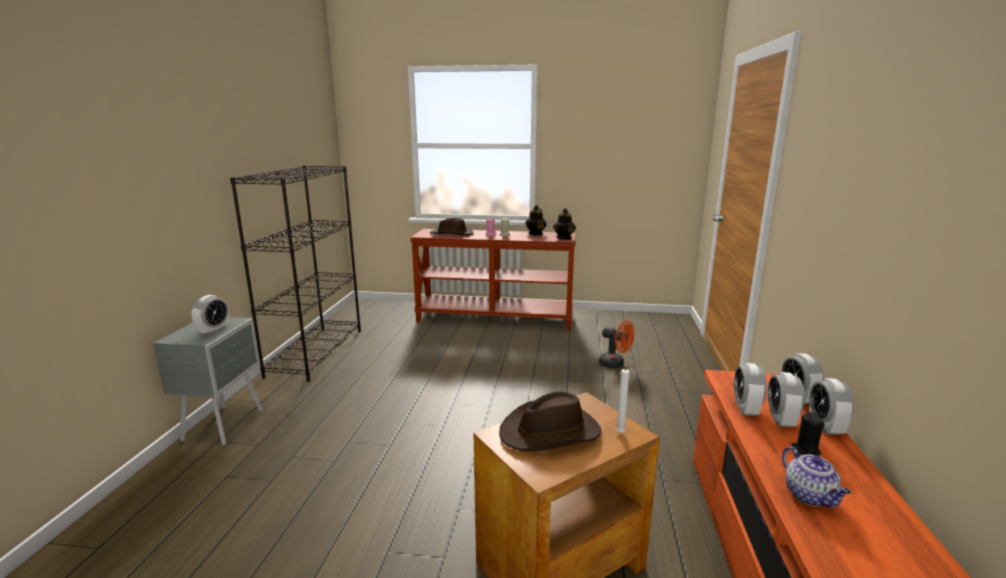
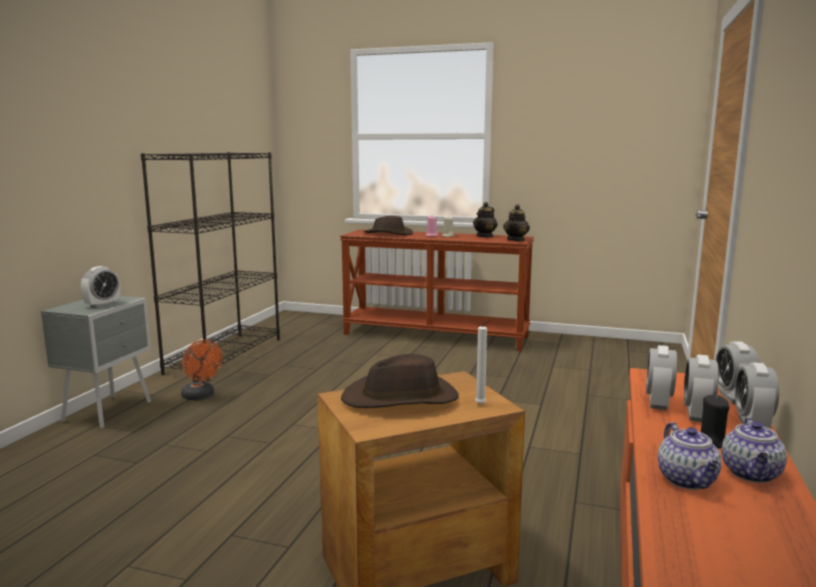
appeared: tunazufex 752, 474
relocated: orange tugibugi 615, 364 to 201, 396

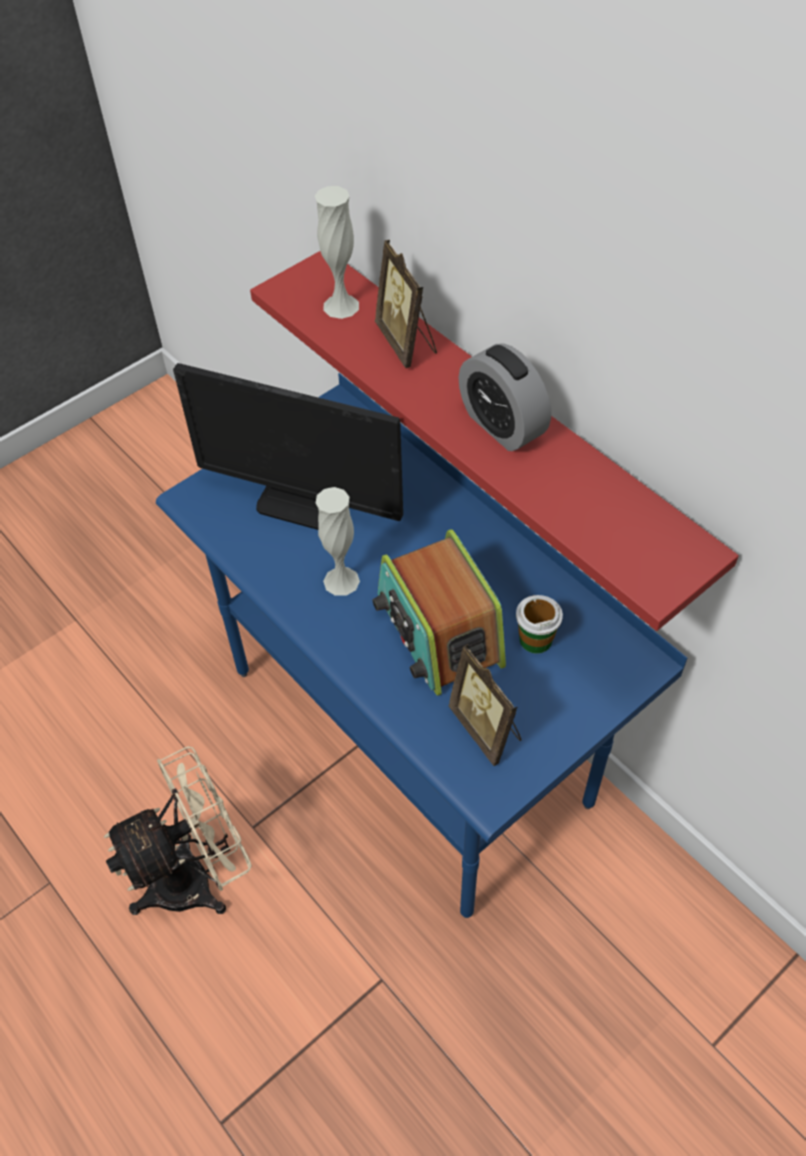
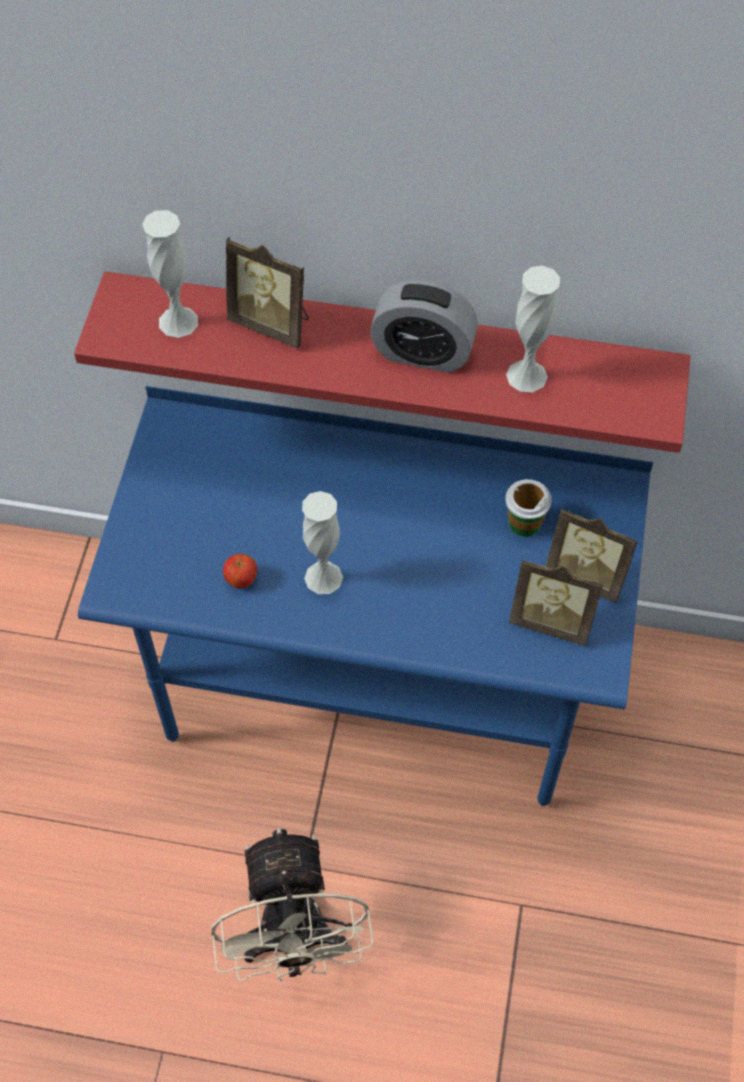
missing: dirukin 304, 502; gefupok 438, 630
appeared: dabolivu 241, 579; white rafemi 526, 376; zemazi 586, 575
spun: beige tugibugi 197, 877 = 294, 943 150 degrees clockwise

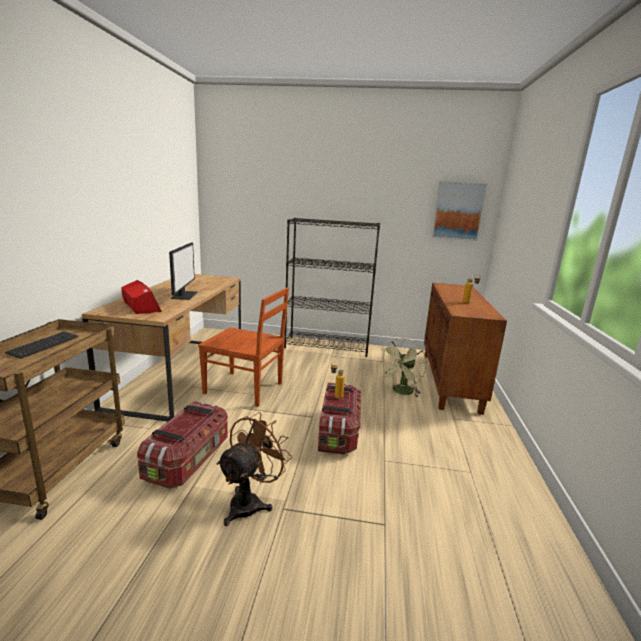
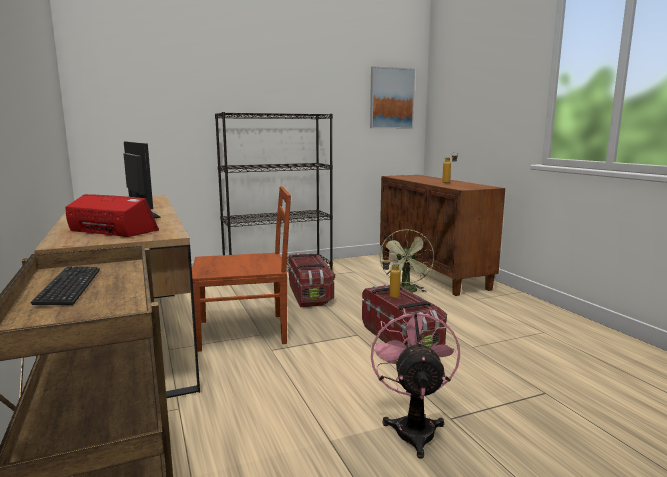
relocated: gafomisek 189, 460 to 310, 294
colour: brown tugibugi 250, 502 to pink tugibugi 413, 427

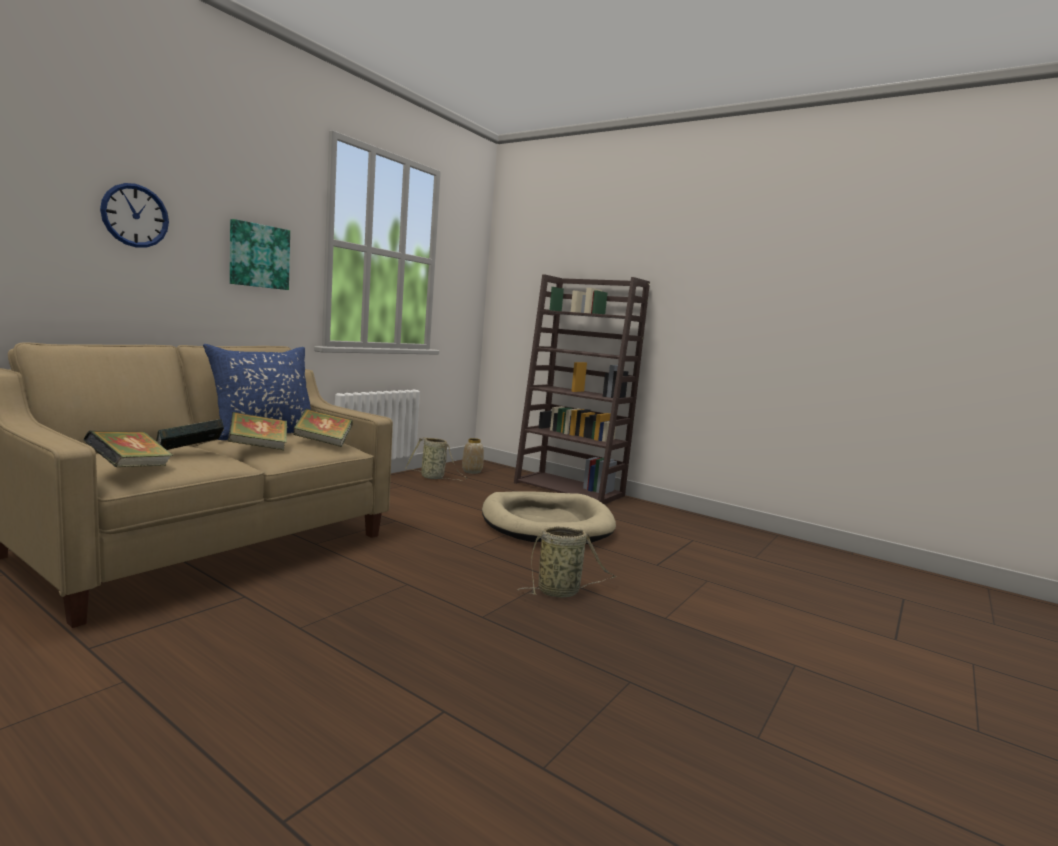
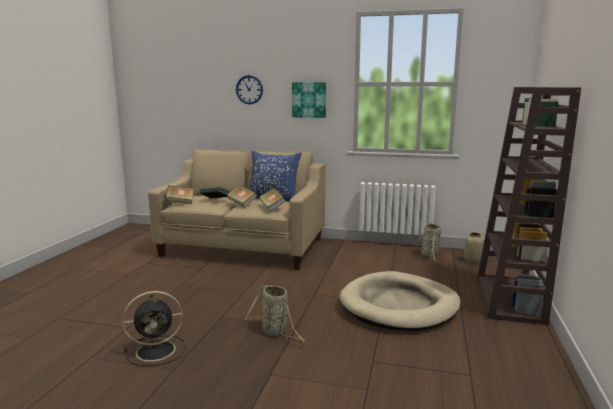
appeared: black tugibugi 158, 350

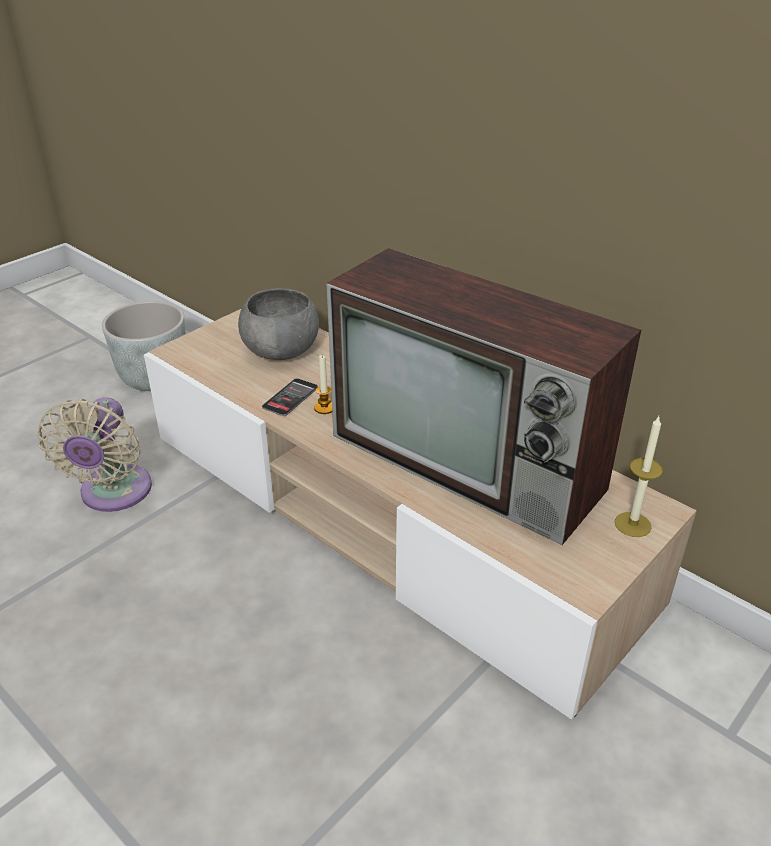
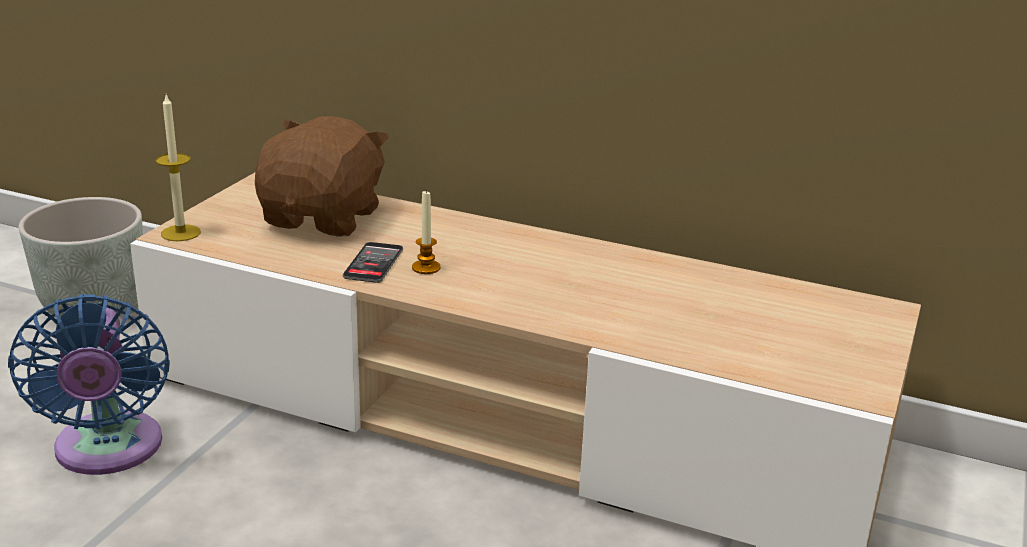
missing: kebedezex 471, 463
relocated: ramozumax 632, 524 to 180, 233
exchanged: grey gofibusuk 280, 351 to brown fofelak 324, 218
colour: beige tugibugi 113, 494 to blue tugibugi 108, 451

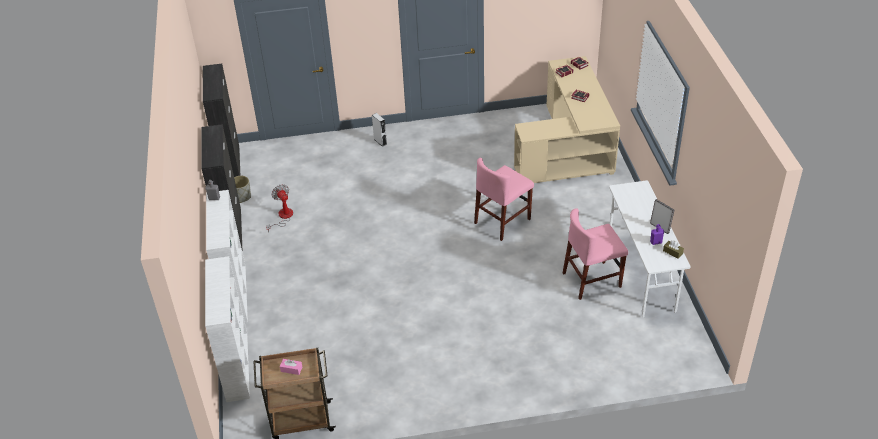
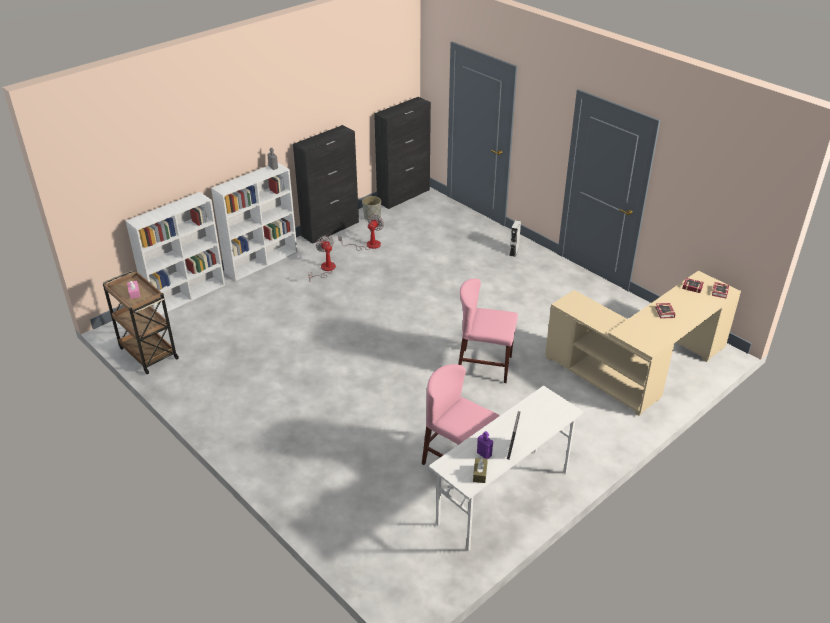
appeared: tugibugi 325, 269

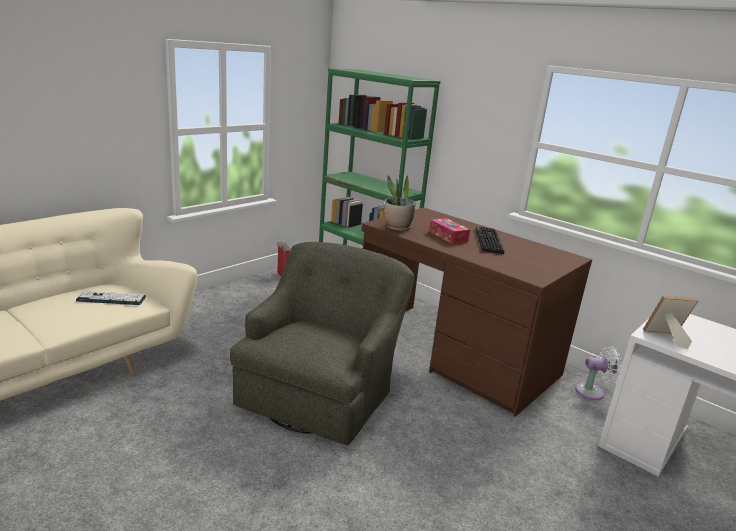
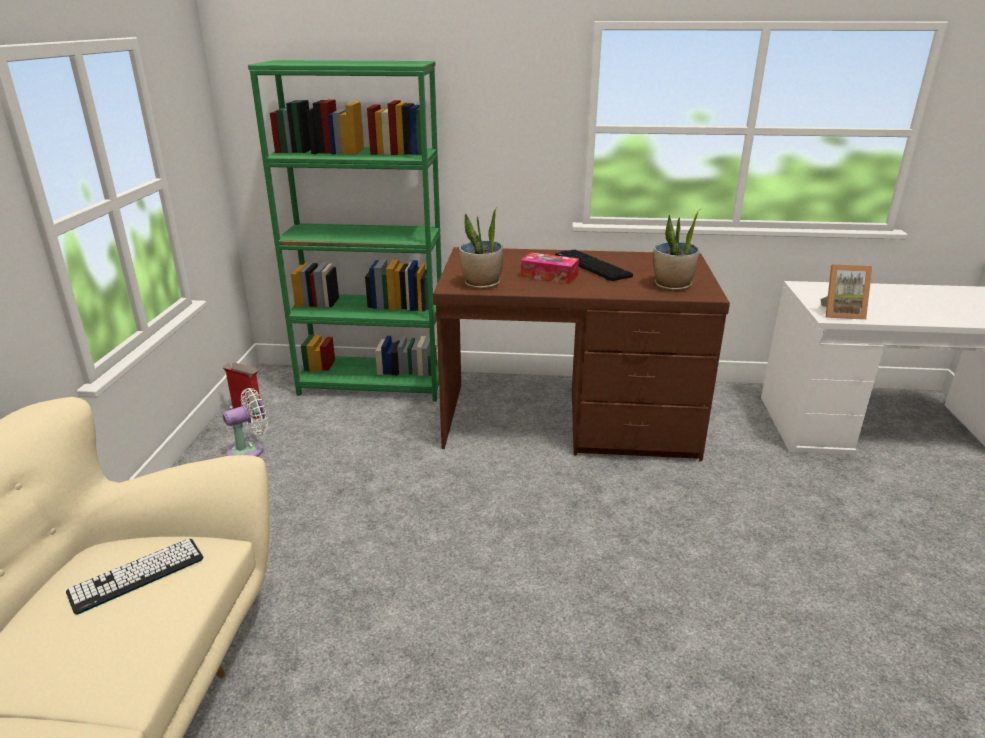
missing: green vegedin 321, 392
appeared: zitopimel 672, 286
relocated: white tugibugi 593, 392 to 249, 450
spun: zemazi 665, 338 = 841, 313 135 degrees counterclockwise

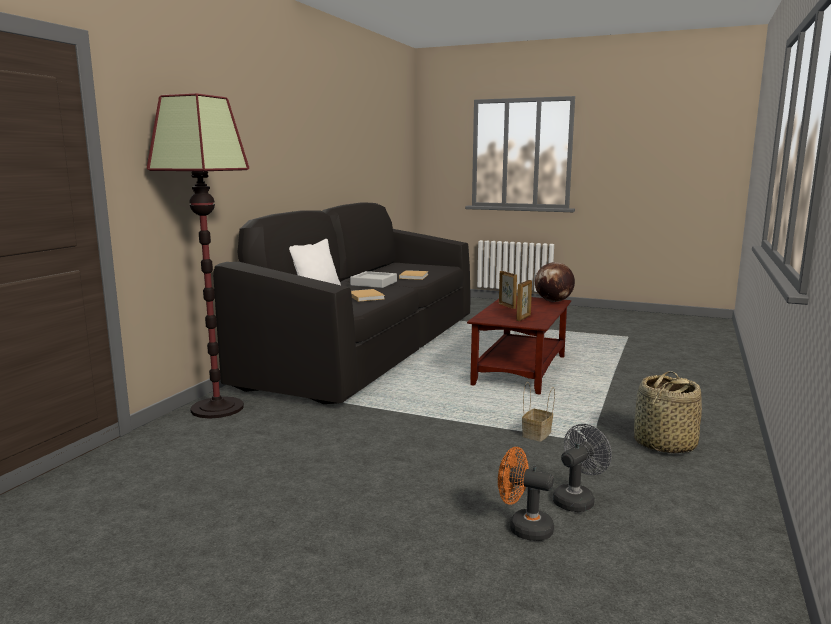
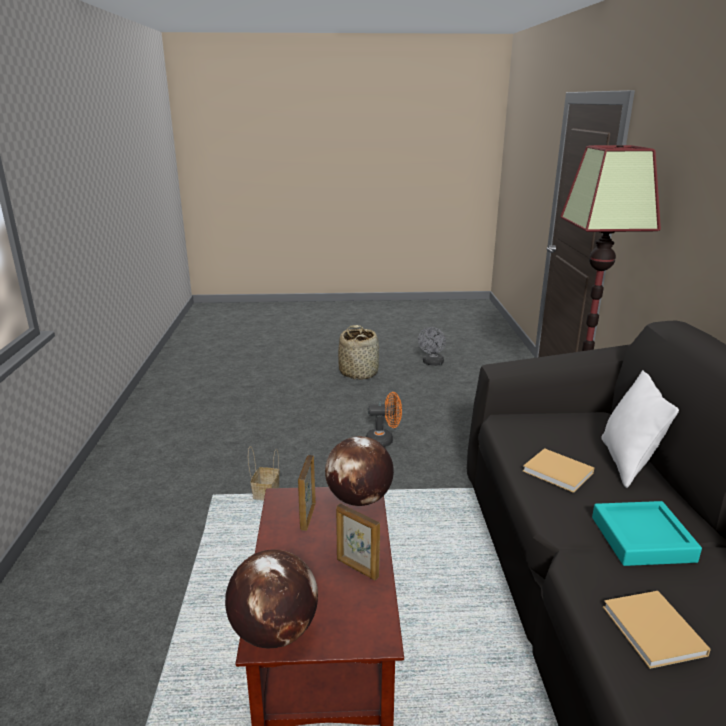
appeared: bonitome 359, 500
relocated: orange tugibugi 523, 528 to 384, 440; grey tugibugi 577, 499 to 432, 363; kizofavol 663, 444 to 359, 372
colour: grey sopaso 374, 283 to turquoise sopaso 642, 539

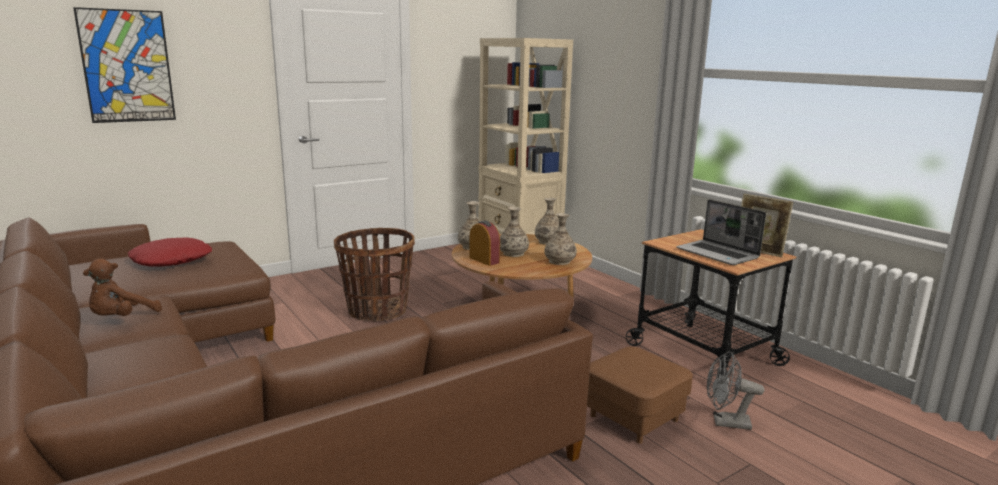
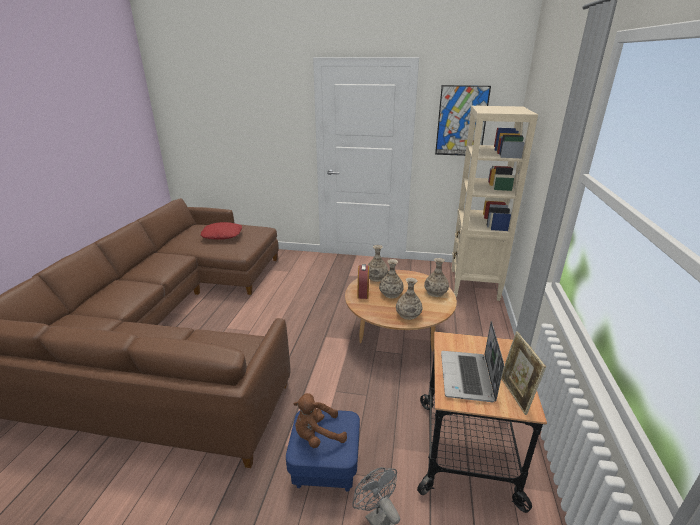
missing: kizofavol 377, 311
relocated: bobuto 127, 66 to 461, 121; brown fofelak 121, 318 to 317, 435
colour: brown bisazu 634, 418 to blue bisazu 325, 466

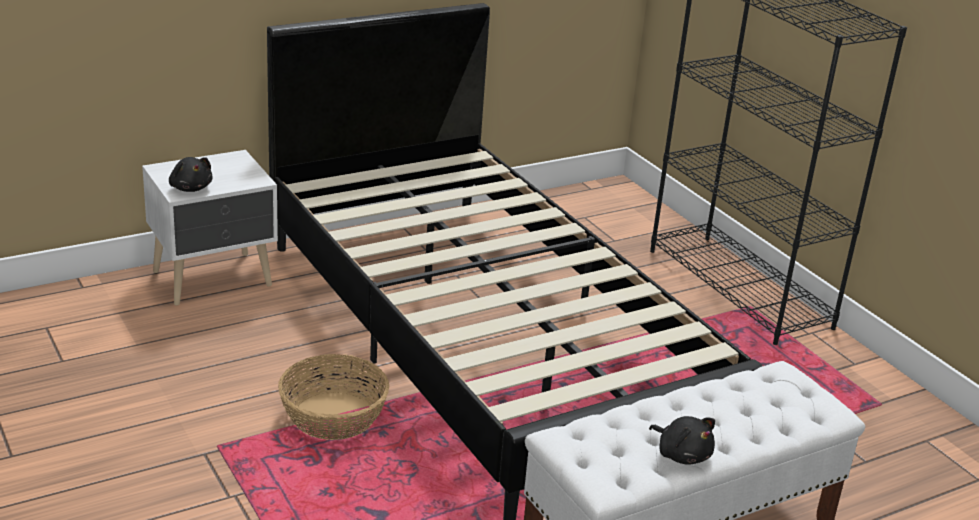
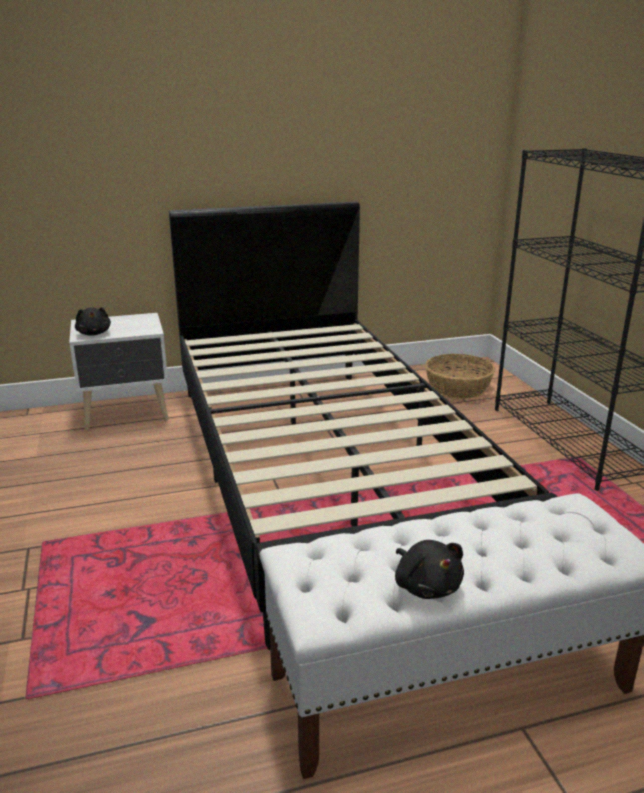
relocated: kizofavol 333, 416 to 457, 388

